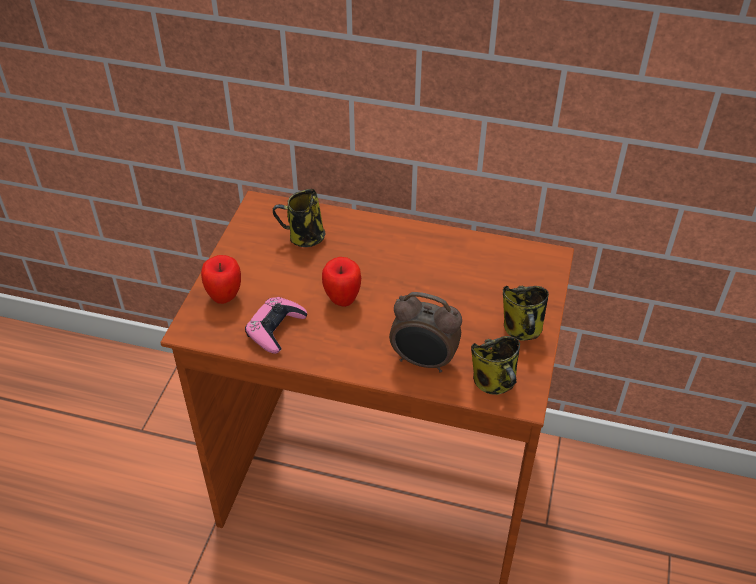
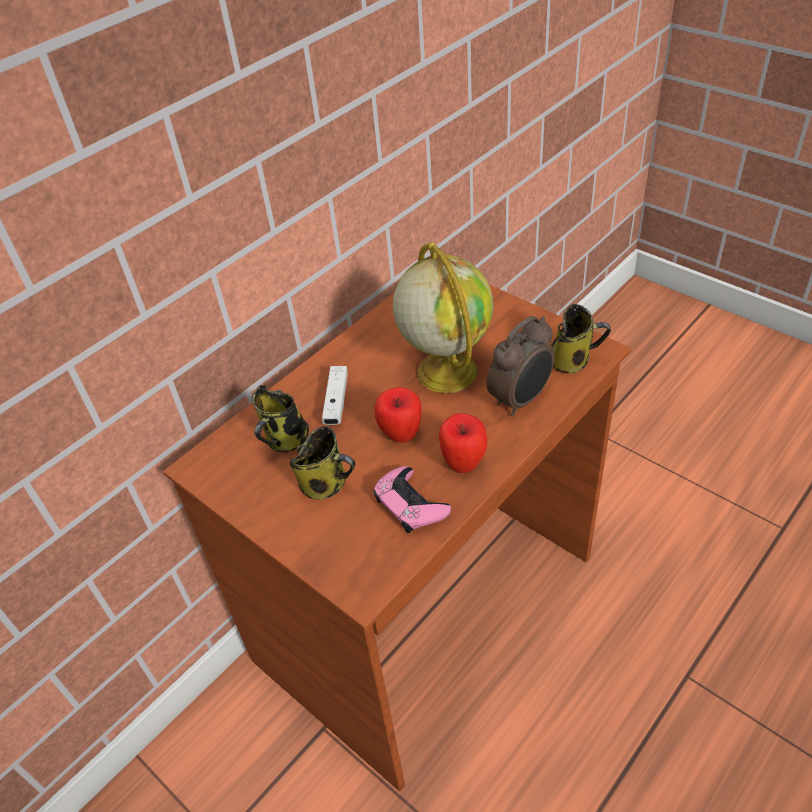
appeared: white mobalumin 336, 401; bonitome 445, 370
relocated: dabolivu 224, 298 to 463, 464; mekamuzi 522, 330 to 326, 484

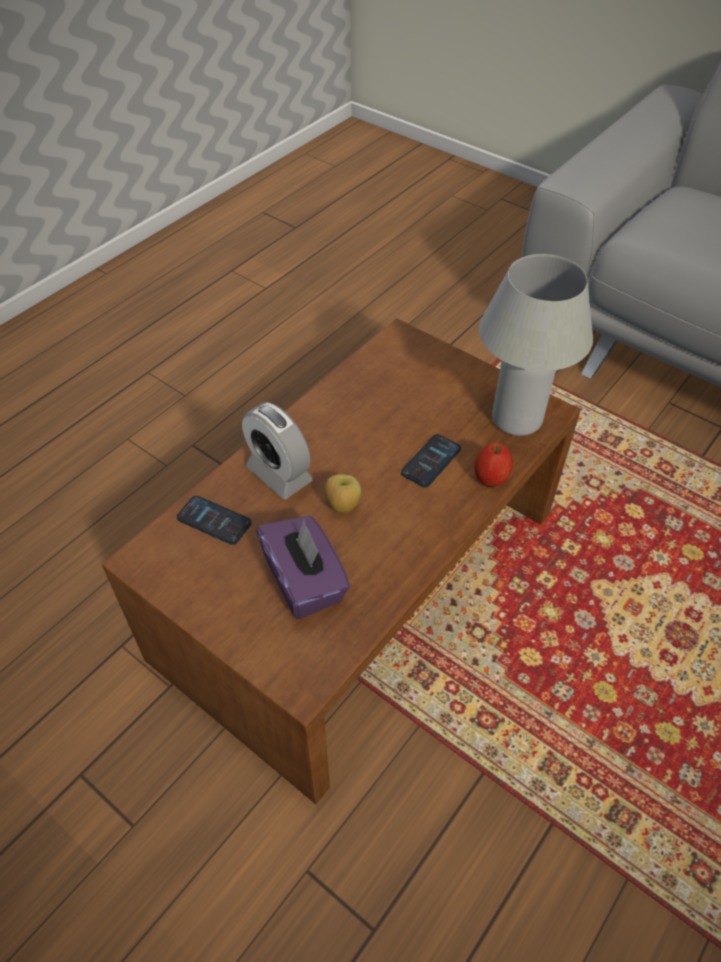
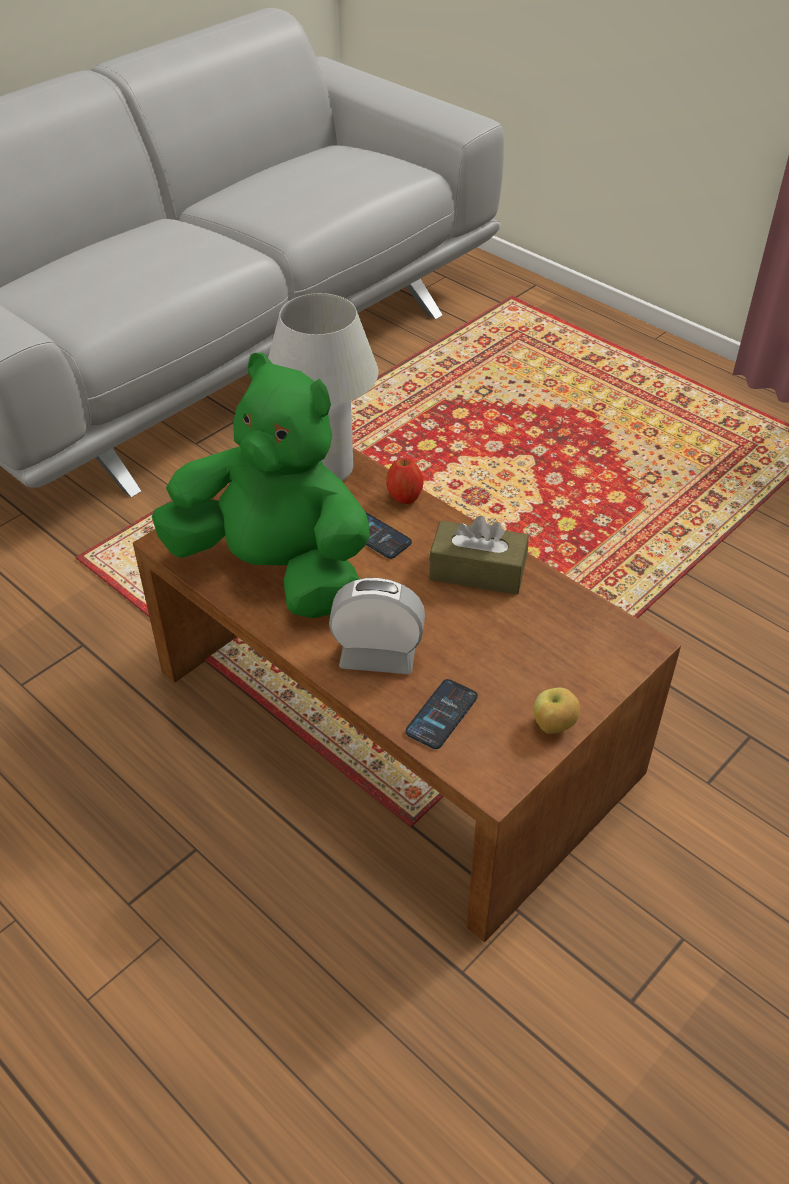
missing: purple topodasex 305, 581
appeared: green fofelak 276, 570; brown topodasex 477, 571
relocated: dabolivu 342, 505 to 553, 726
spun: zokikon 279, 474 = 377, 656 135 degrees counterclockwise

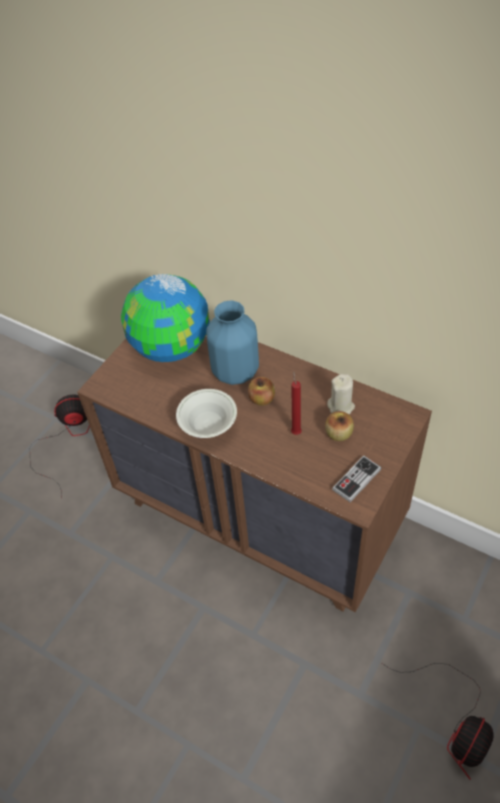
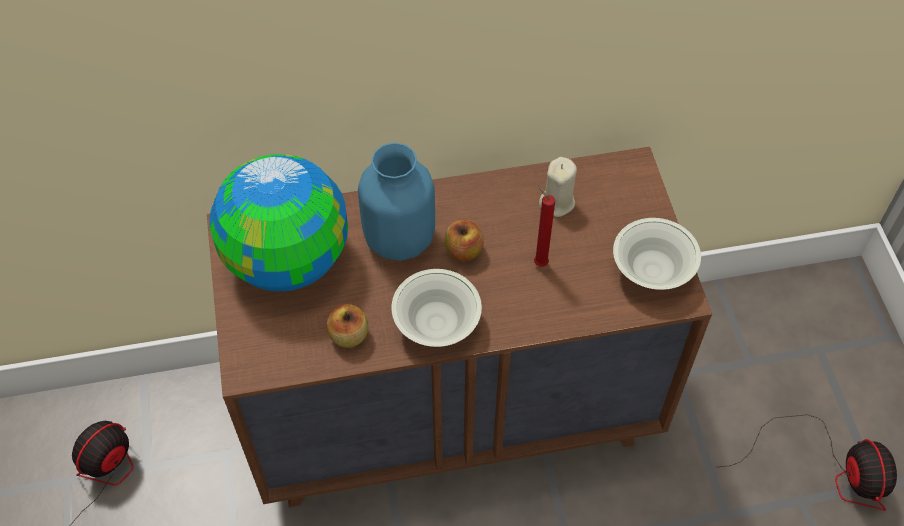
relocated: dabolivu 338, 434 to 349, 336
exchanged: mobalumin 356, 479 to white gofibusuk 652, 271

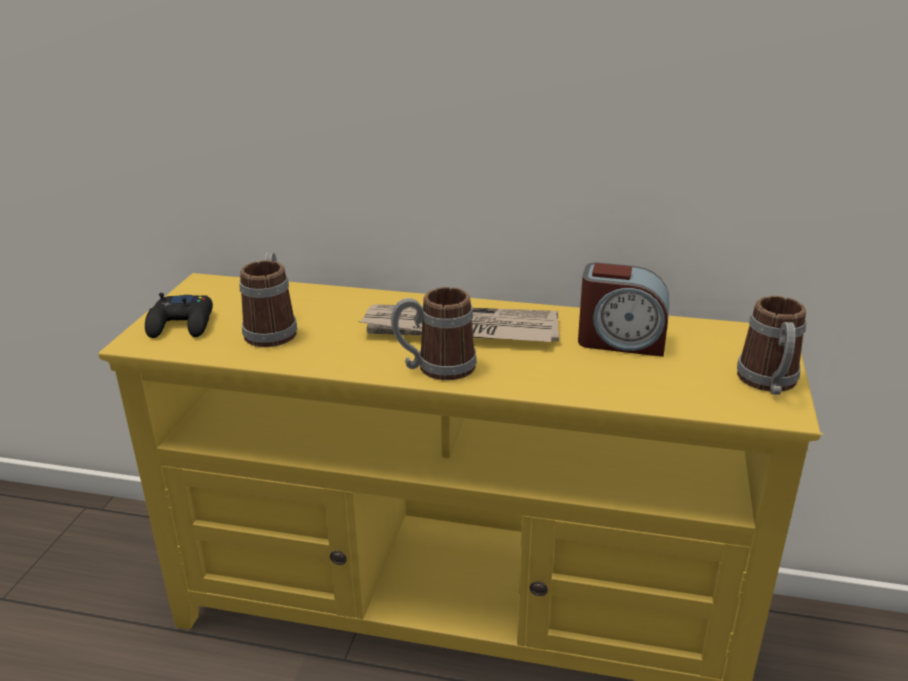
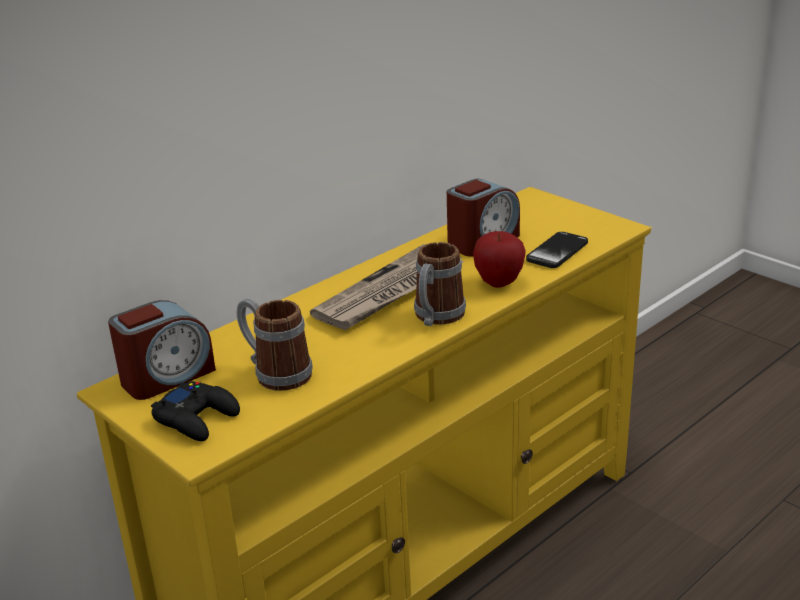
missing: mekamuzi 769, 384
appeared: zokikon 167, 377; dabolivu 499, 283; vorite 557, 252

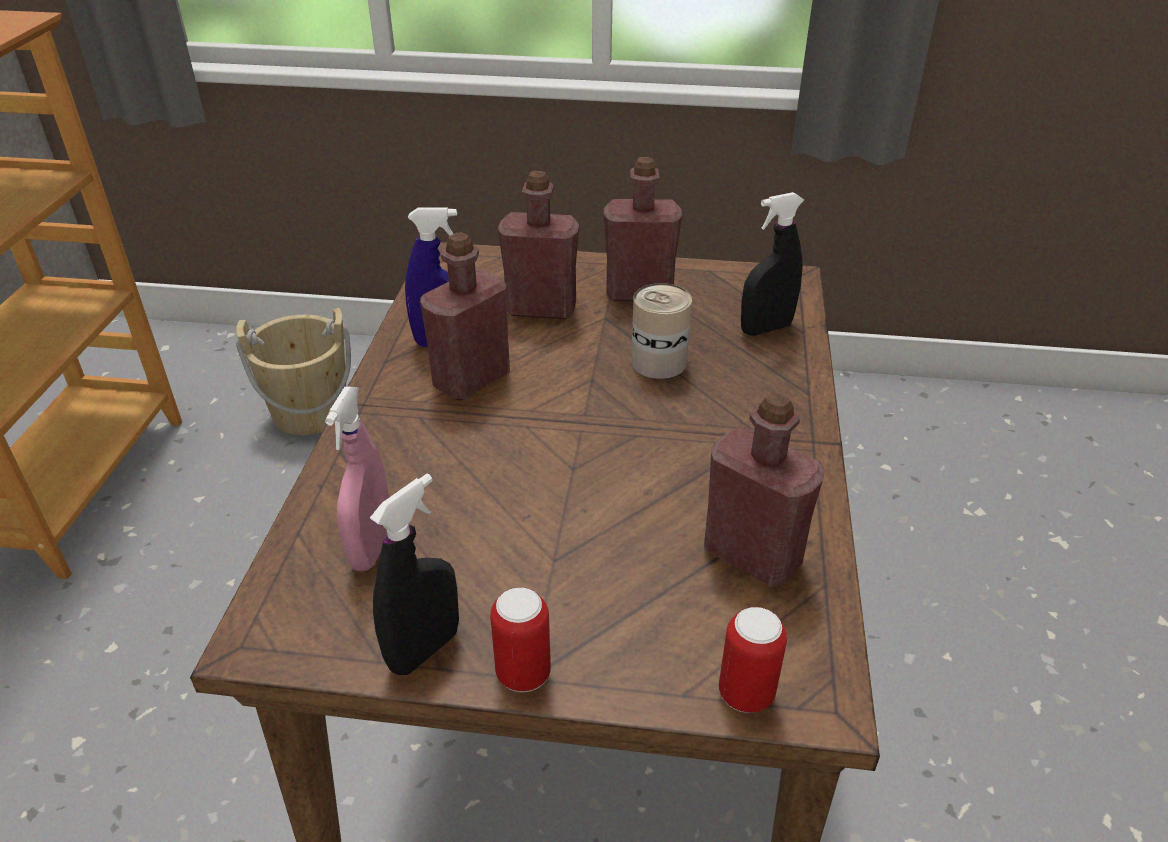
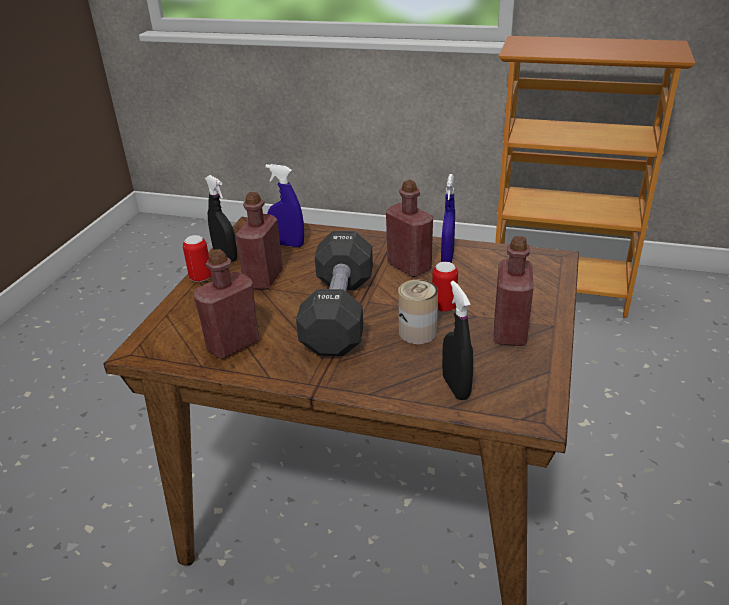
missing: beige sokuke 310, 412
appeared: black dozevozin 339, 313
relocated: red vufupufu 541, 308 to 263, 279; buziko 746, 694 to 444, 307
colour: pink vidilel 372, 548 to blue vidilel 288, 244

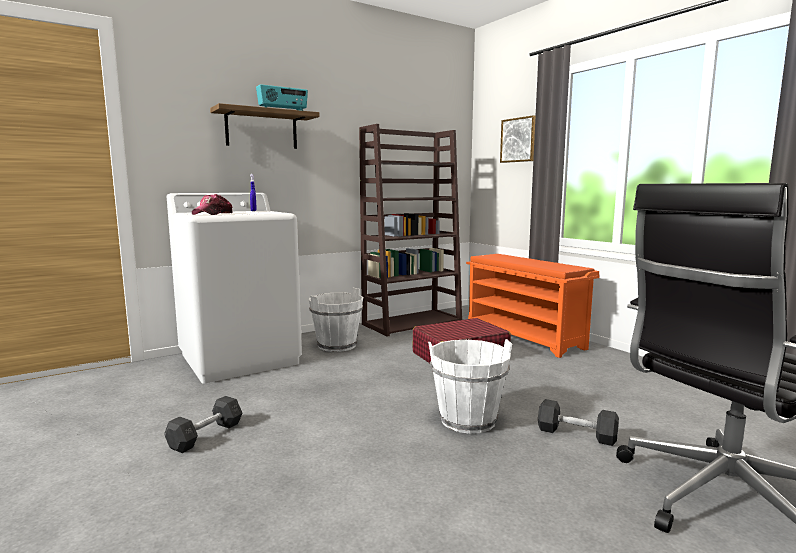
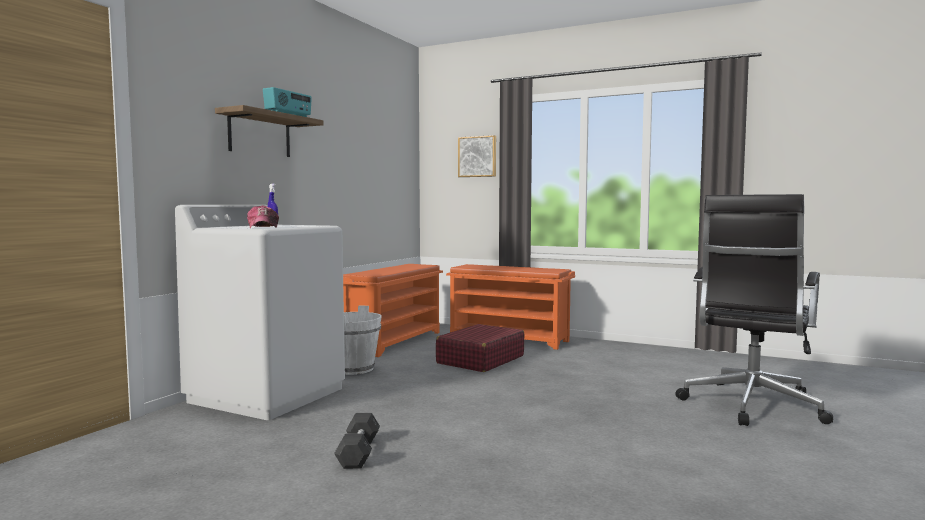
missing: white sokuke 467, 420; grey dozevozin 576, 434
exchanged: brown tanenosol 412, 323 to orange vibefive 394, 341

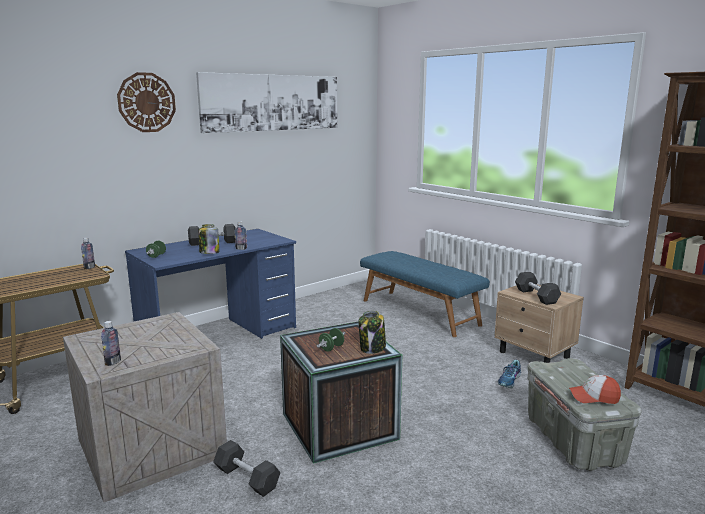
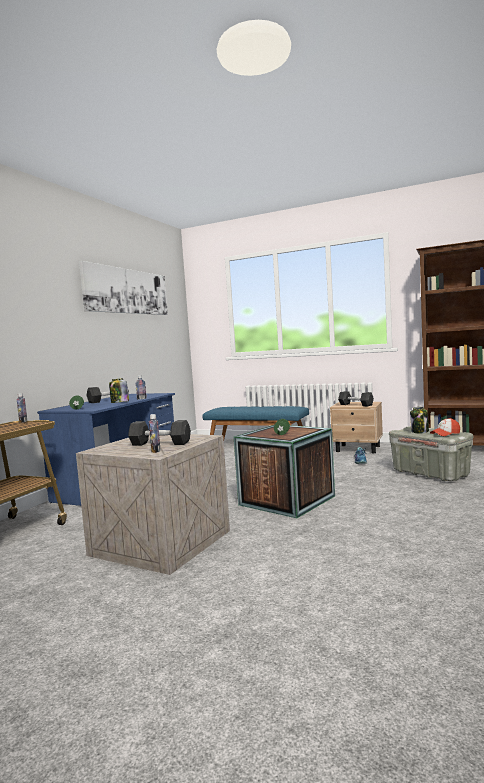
missing: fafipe 146, 102
relocated: grey dozevozin 247, 478 to 160, 443; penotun 372, 348 to 420, 431

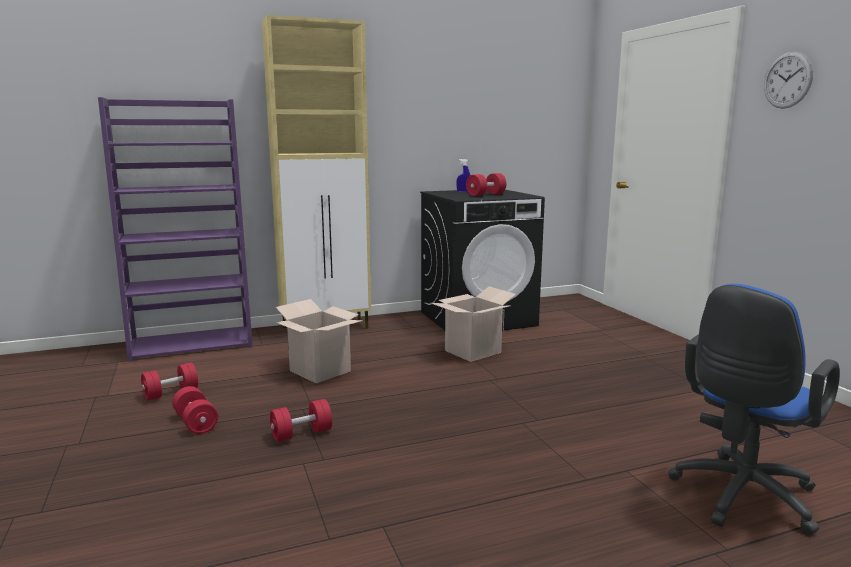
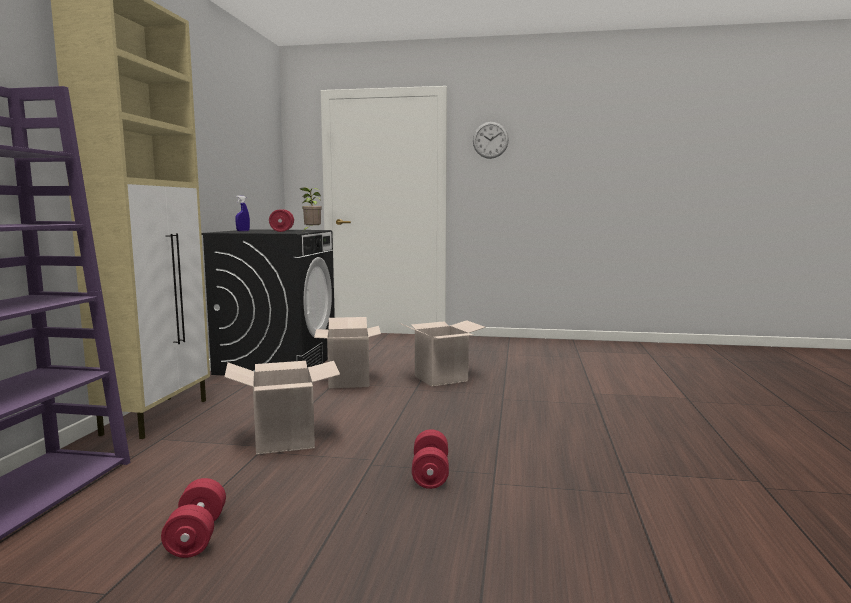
missing: red dozevozin 196, 423; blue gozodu 740, 498
appeared: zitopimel 311, 231; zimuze 441, 378

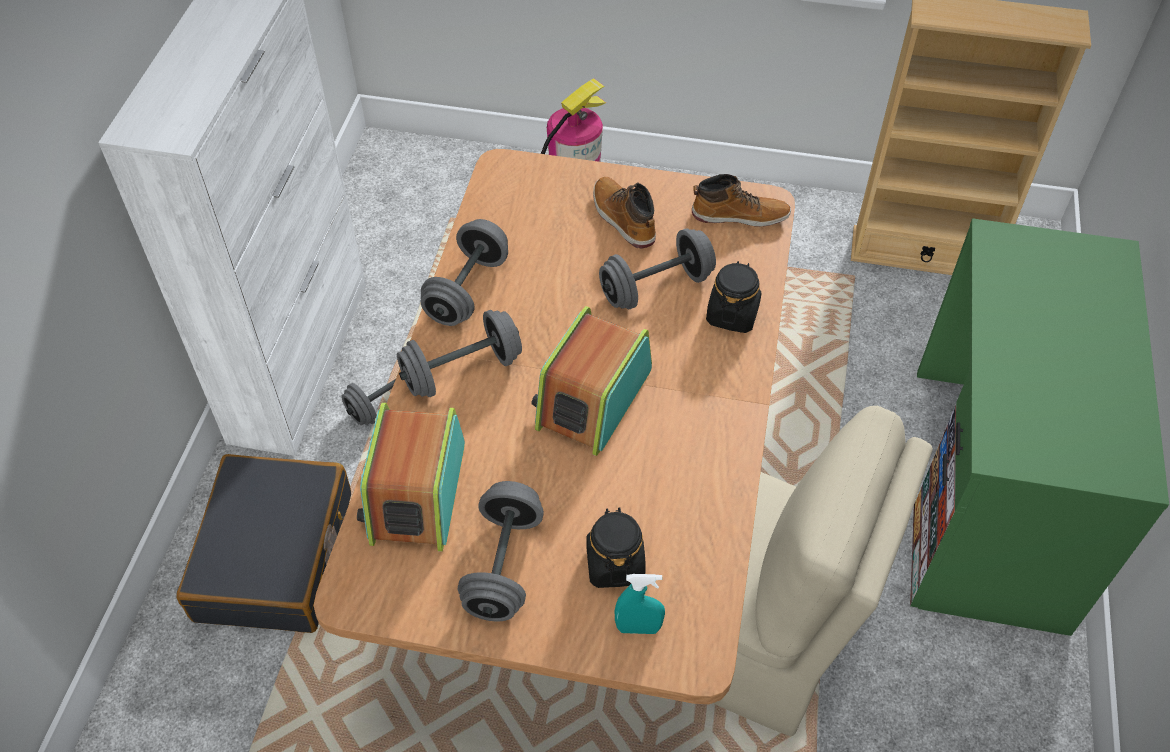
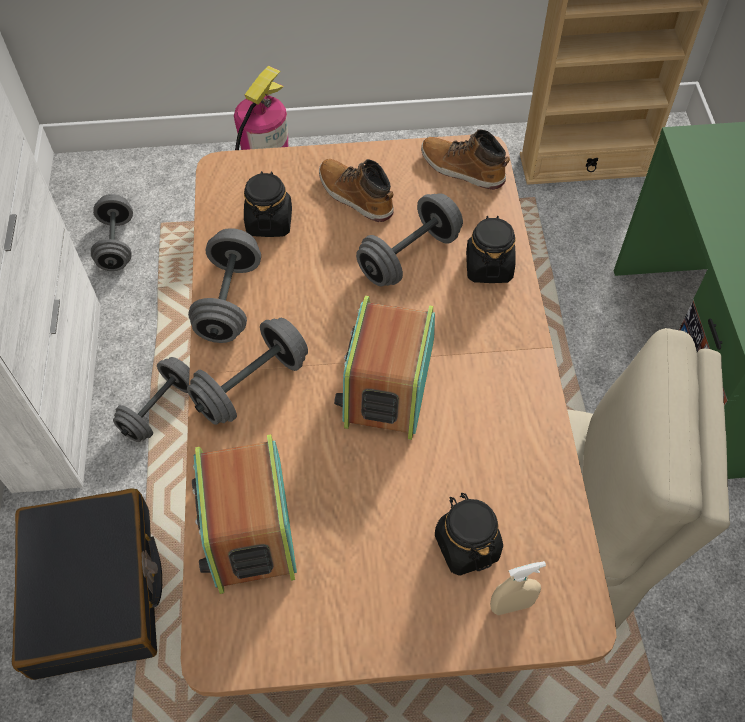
appeared: black penotun 269, 222
relocated: grey dozevozin 503, 566 to 117, 244
colour: turquoise vidilel 638, 628 to beige vidilel 511, 605
spun: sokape 740, 215 = 461, 169 135 degrees counterclockwise

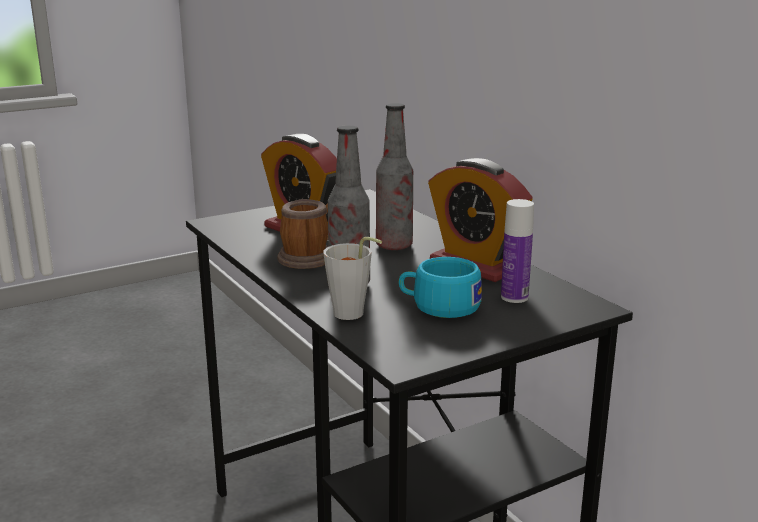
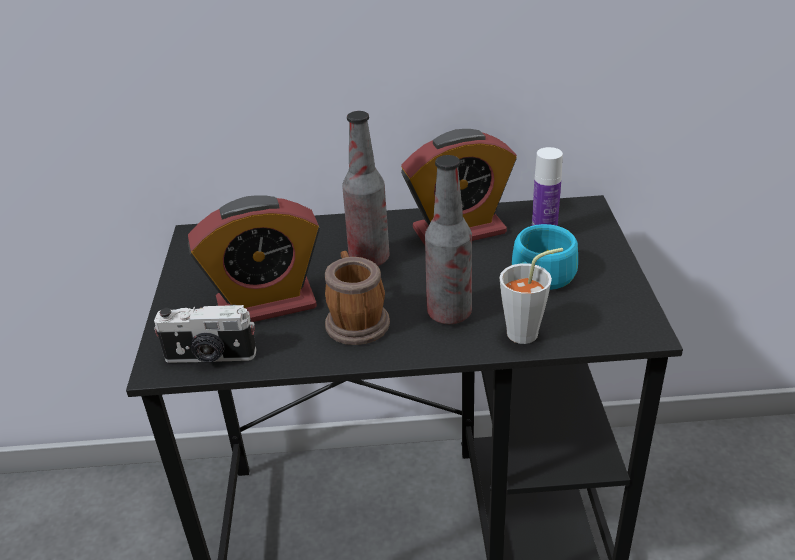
appeared: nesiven 210, 357

